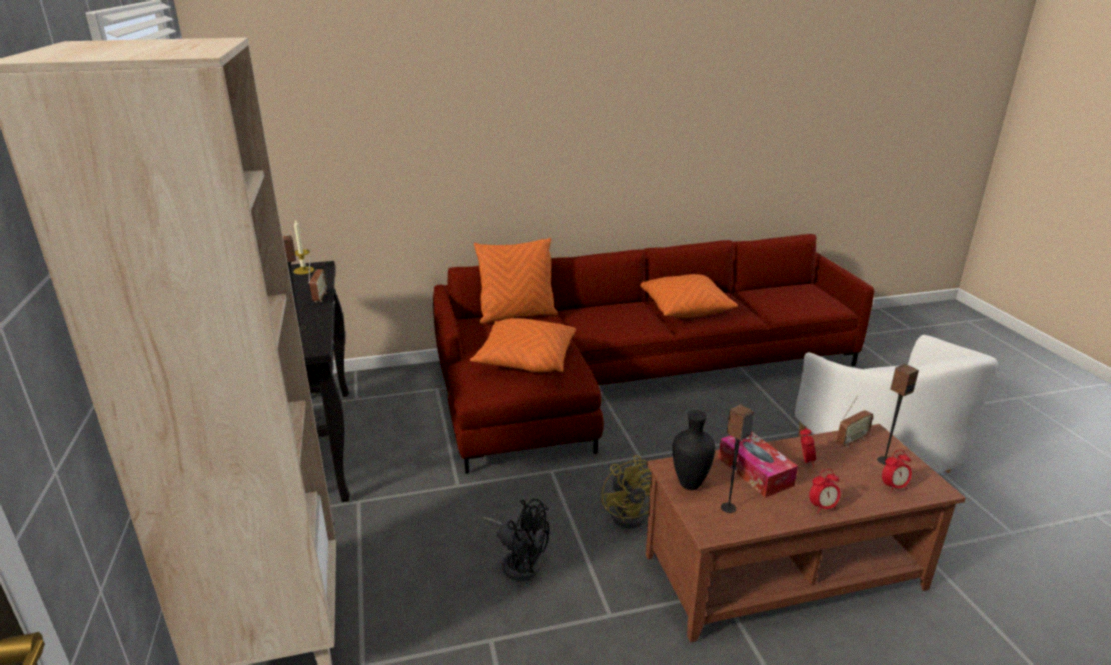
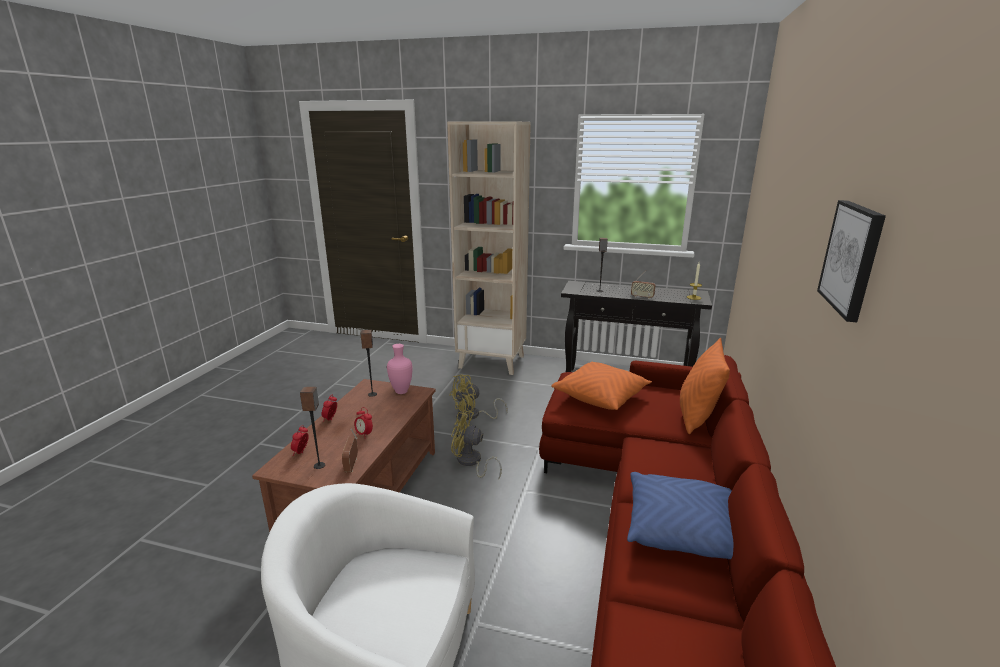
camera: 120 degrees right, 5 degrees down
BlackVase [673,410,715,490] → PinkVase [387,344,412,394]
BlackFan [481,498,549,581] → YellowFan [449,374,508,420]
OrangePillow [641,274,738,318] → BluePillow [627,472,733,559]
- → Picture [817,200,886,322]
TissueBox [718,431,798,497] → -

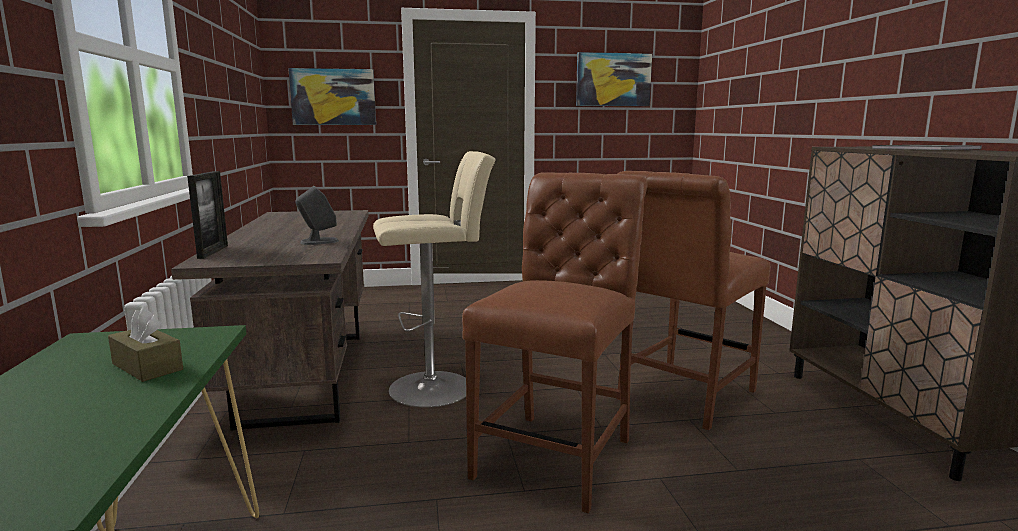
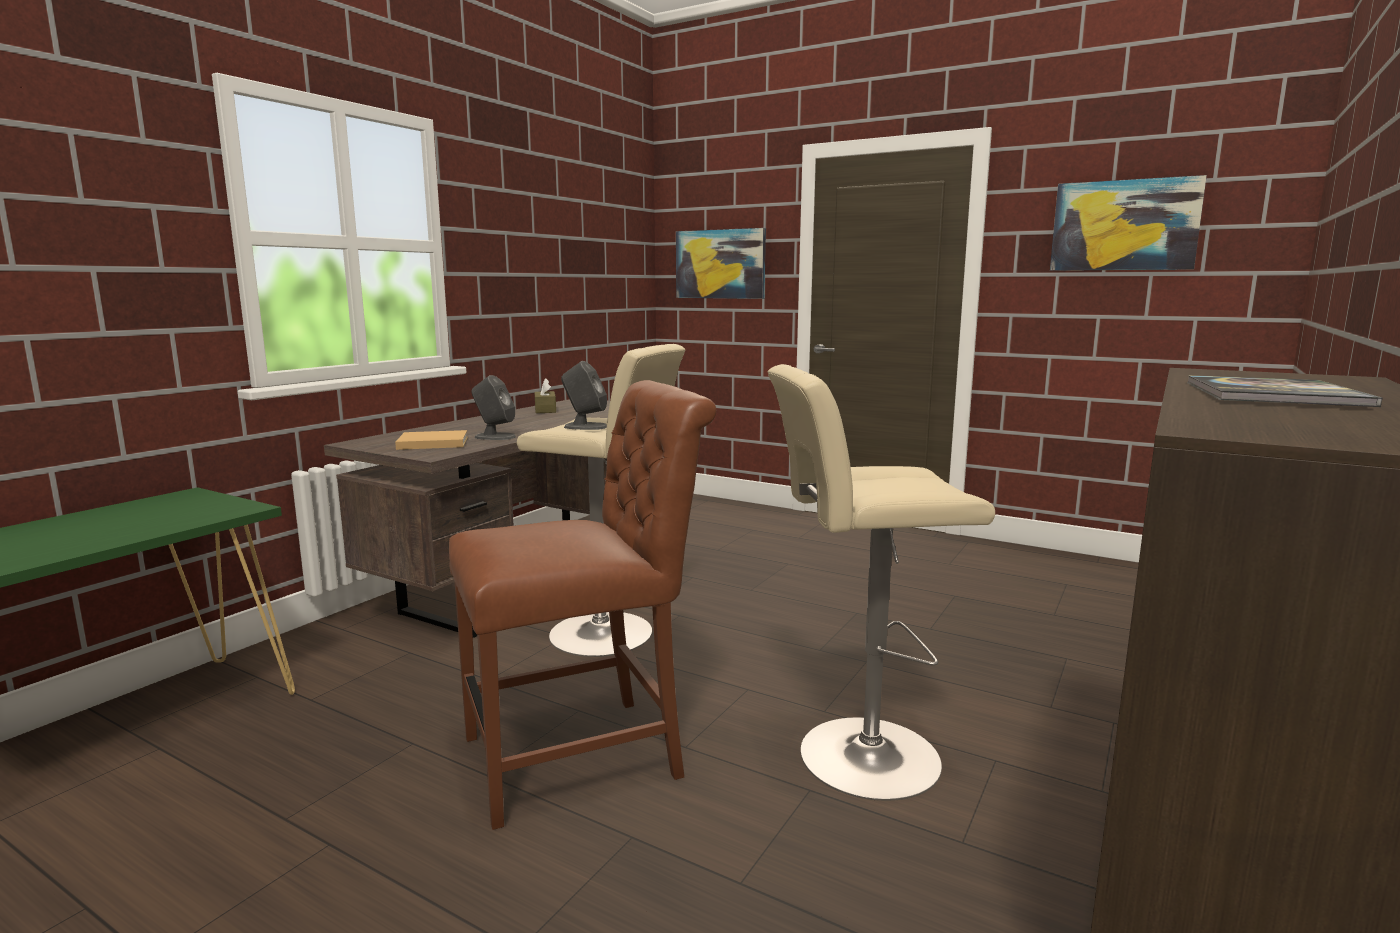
camera: 40 degrees right, 0 degrees up
- → BeigeBook [395,430,468,450]
BrownTissueBox [108,307,183,382] → BrownTissueBox [534,378,556,413], moved
- → GreySpeaker [561,361,607,430]
BrownChair [618,171,770,430] → BeigeStool [768,364,995,801]
PictureFrame [187,171,228,259] → -

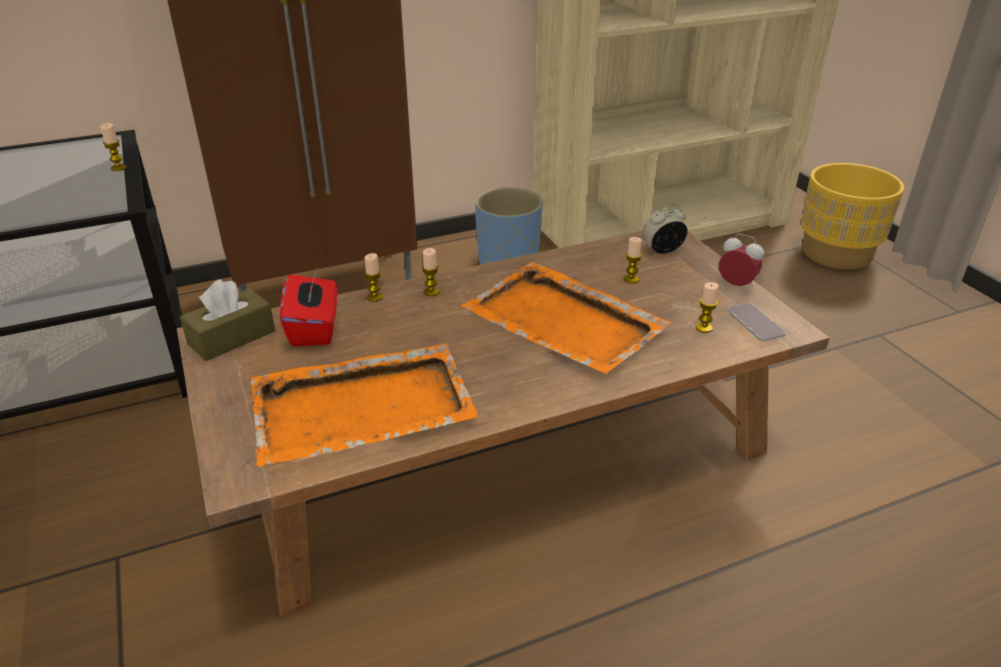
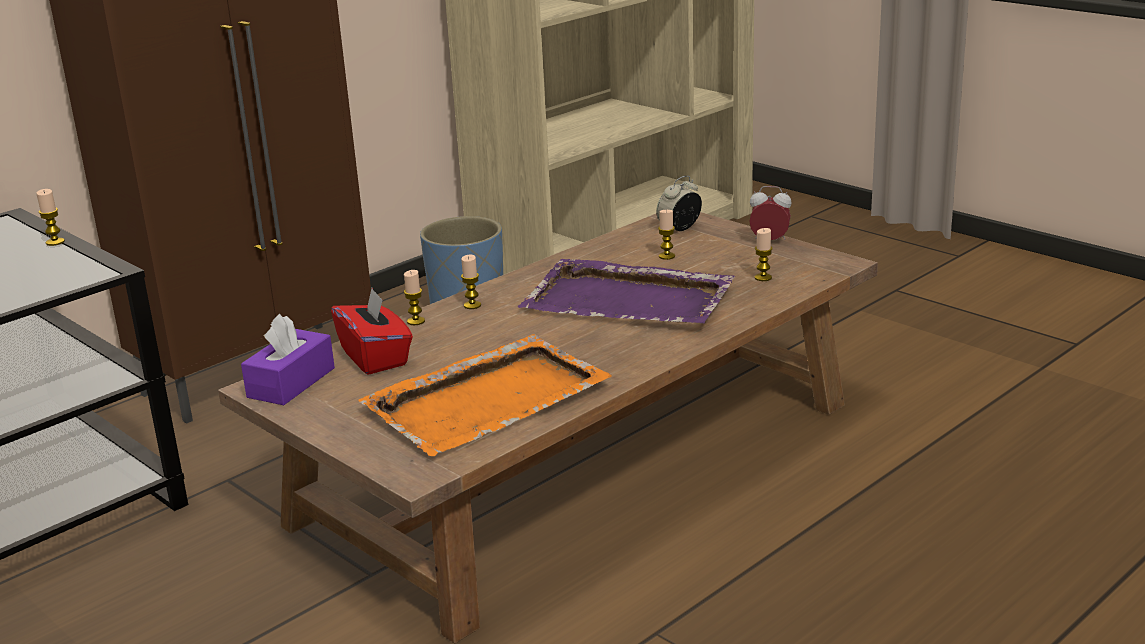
camera: 20 degrees left, 10 degrees down
BrownTissueBox [180,279,275,361] → PurpleTissueBox [241,314,335,405]
OrangeTray [462,262,672,374] → PurpleTray [518,259,735,323]
Phone [728,303,786,341] → -
YellowPlanter [801,163,904,270] → -

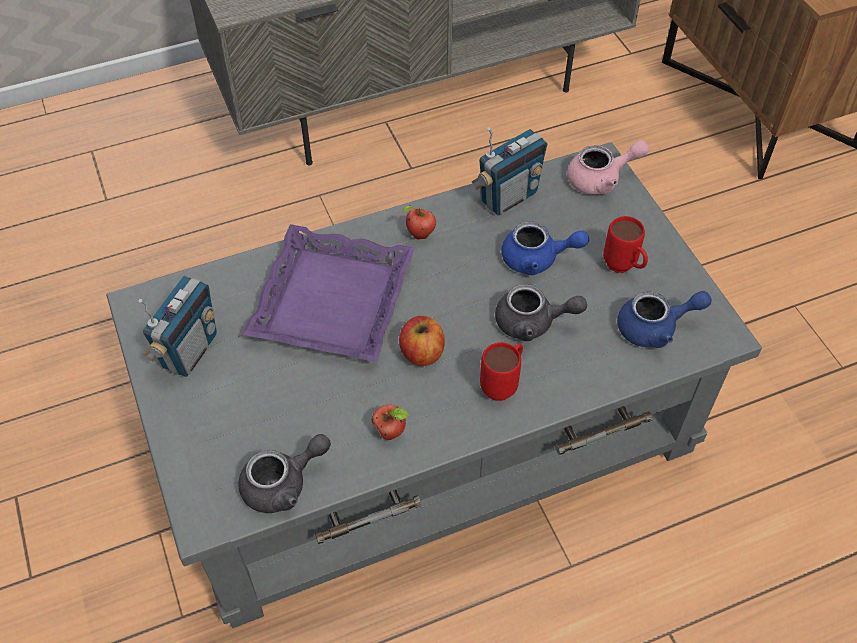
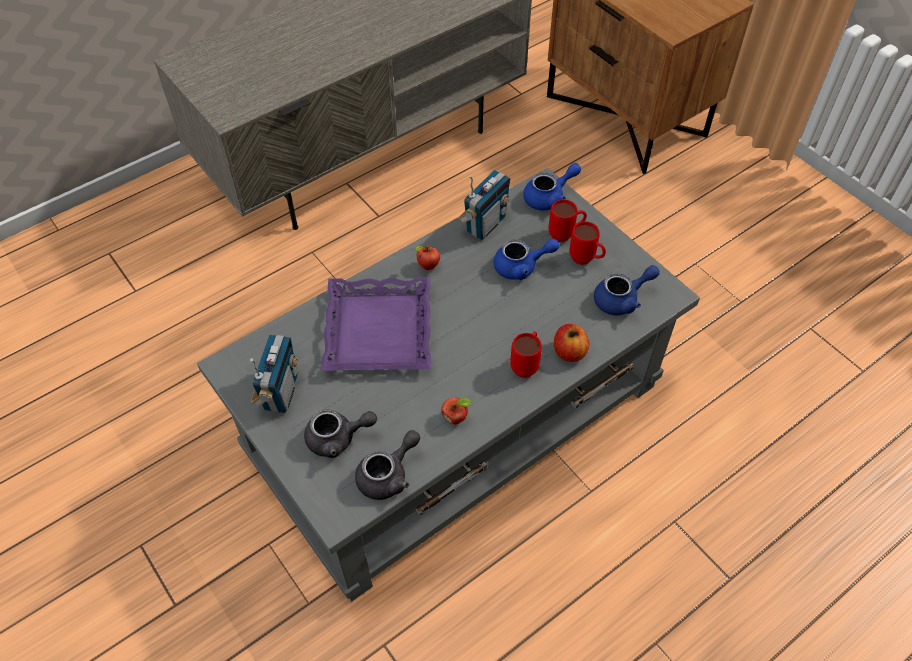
camera: 15 degrees left, 0 degrees up
GreyTeapot [495,284,587,341] → GreyTeapot [304,410,377,458], moved
PinkTeapot [567,140,649,195] → BlueTeapot [523,163,581,211]
- → RedMug [548,199,587,242]
Apple [399,316,445,366] → Apple [554,324,589,362], moved

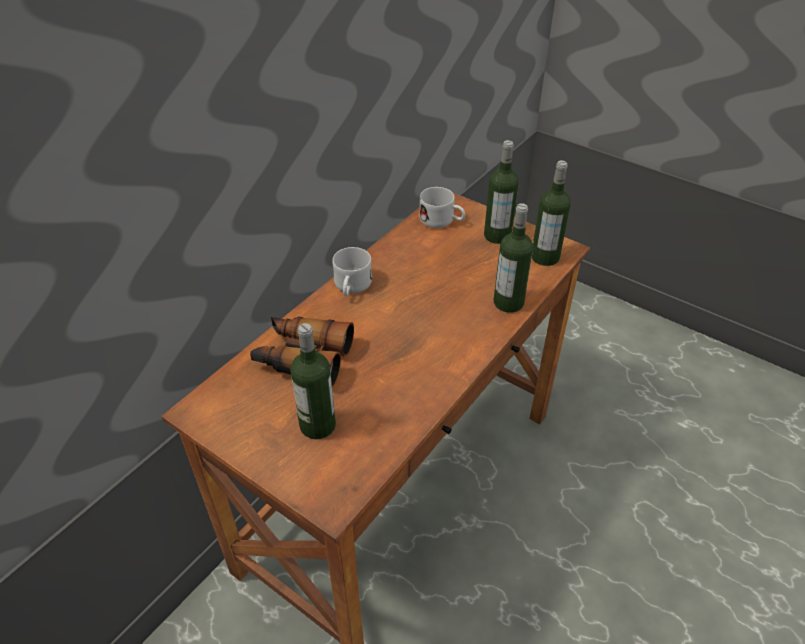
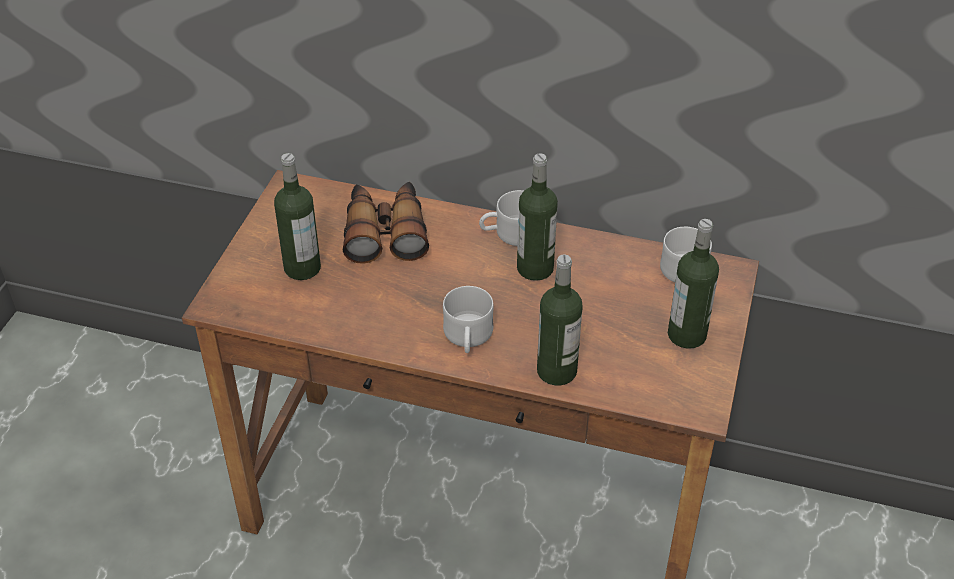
camera: 70 degrees right, 0 degrees up
- → WhiteMug [443,286,494,353]
Bottle [532,160,571,266] → Bottle [517,153,558,281], moved

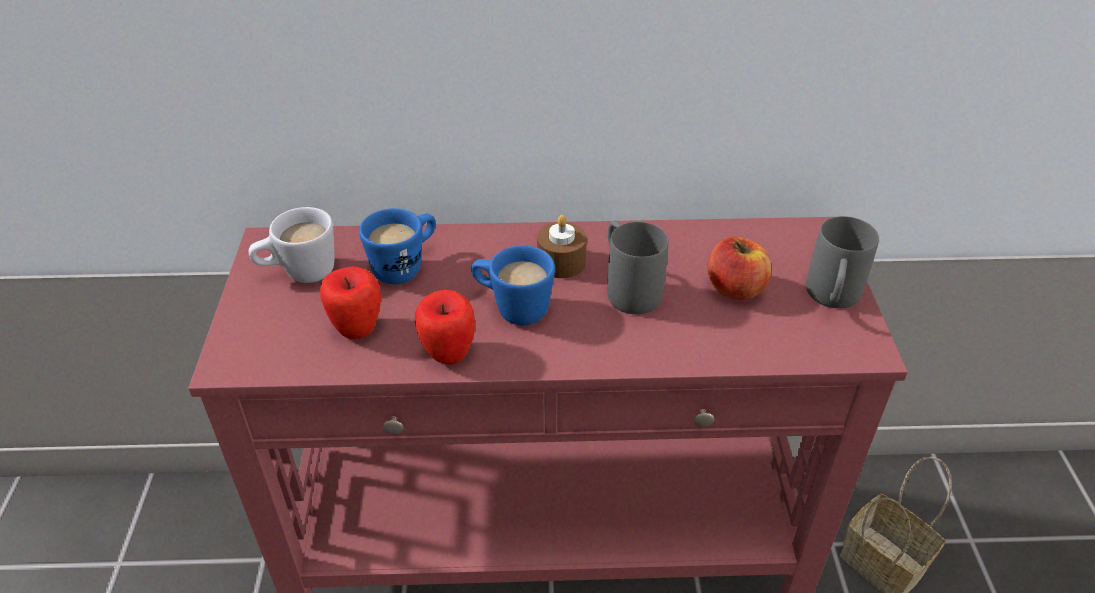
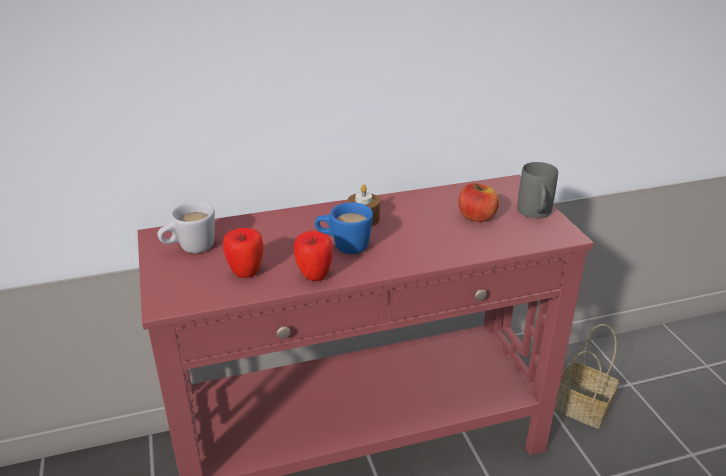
camera: 15 degrees left, 10 degrees down
BlueMug [359,208,436,284] → -
GreyMug [607,221,668,314] → -

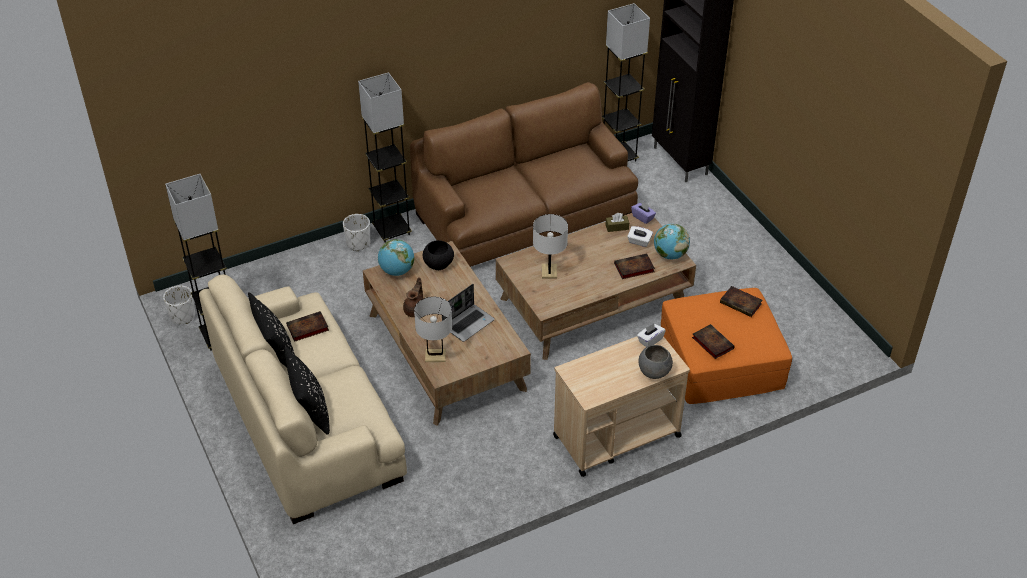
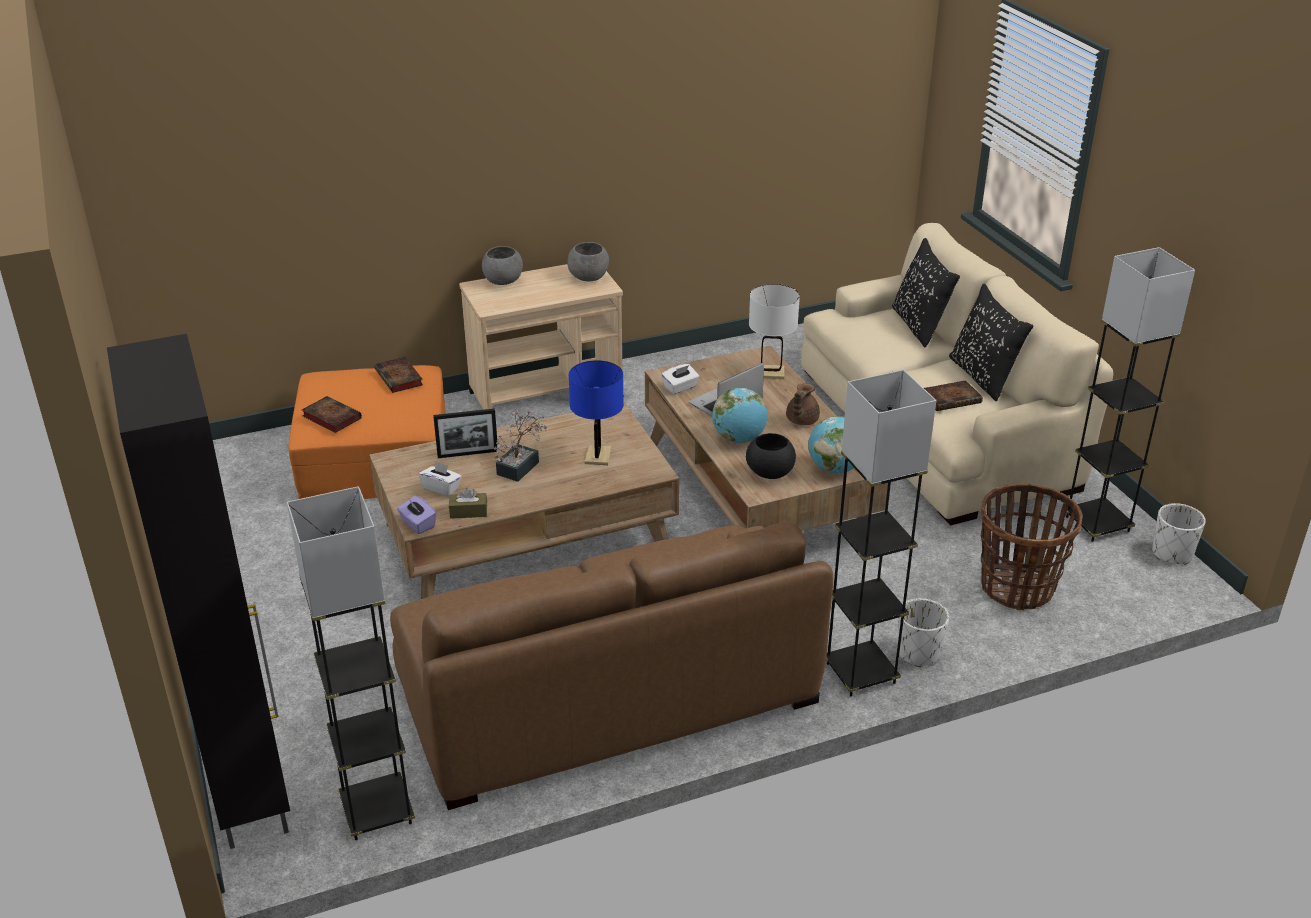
camera: 175 degrees left, 10 degrees down
Book [614,253,655,279] → PictureFrame [433,408,498,458]
- → PottedPlant [494,409,548,482]
- → GreyBowl [567,242,609,281]
WhiteTableLamp [533,214,568,278] → BlueTableLamp [569,360,624,465]
WhiteTissueBox [637,323,666,347] → WhiteTissueBox [662,364,699,394], moved
Globe [654,224,690,259] → Globe [712,388,767,443], moved
- → Basket [980,484,1083,611]

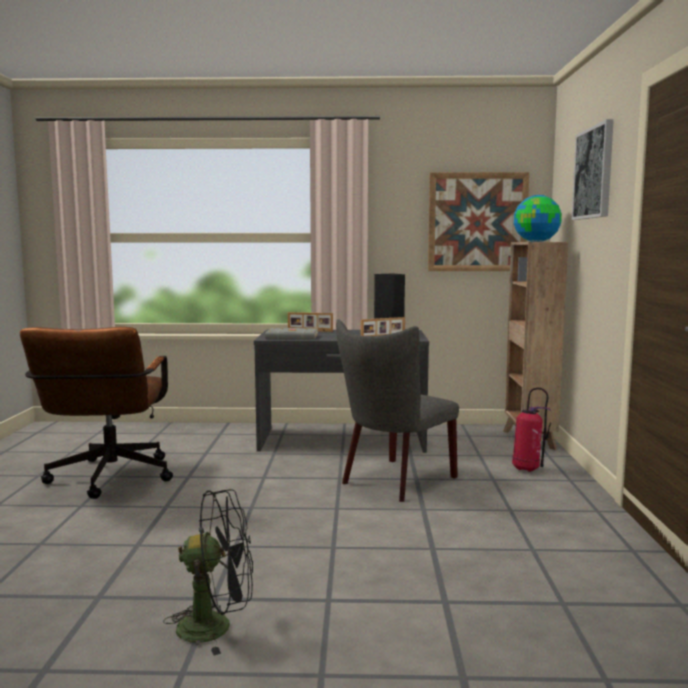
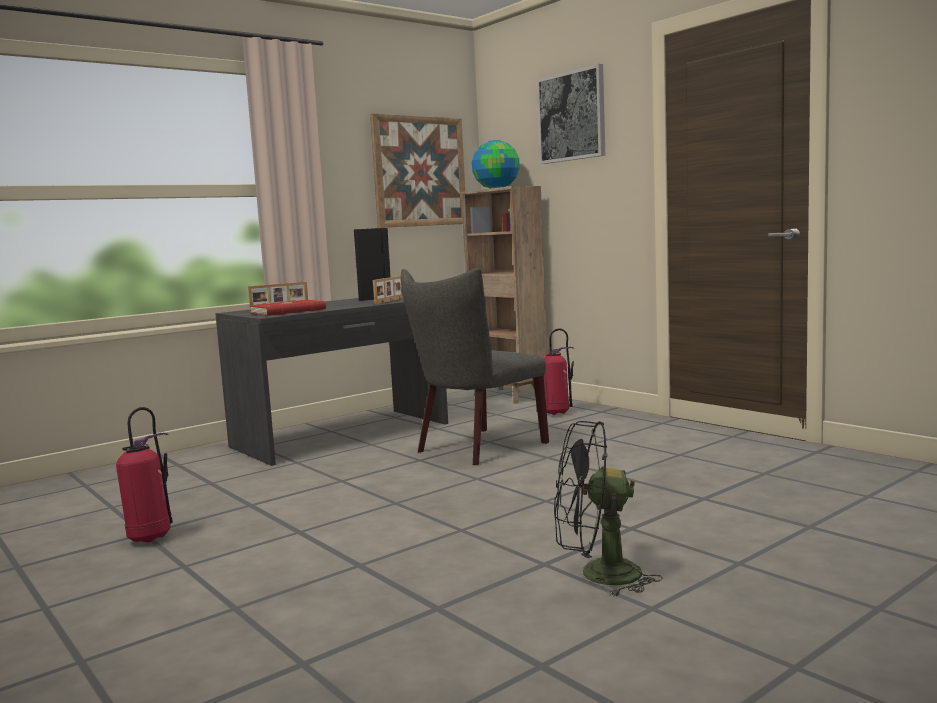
camera: 40 degrees left, 0 degrees up
BrownOfficeChair [20,327,173,499] → FireExtinguisher [116,407,173,543]
GreyBook [265,328,318,339] → RedBook [250,299,326,316]
GreyChair [336,319,459,502] → GreyChair [401,268,549,465], 45 degrees clockwise
BlackFan [163,489,253,655] → BlackFan [554,421,663,597], 135 degrees counterclockwise

